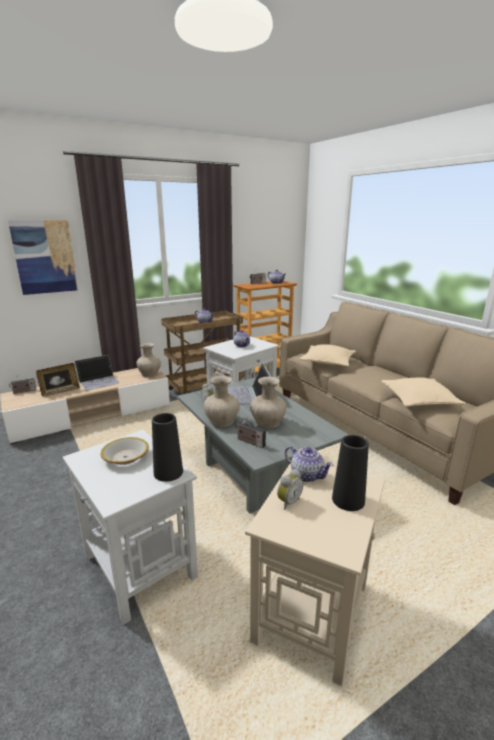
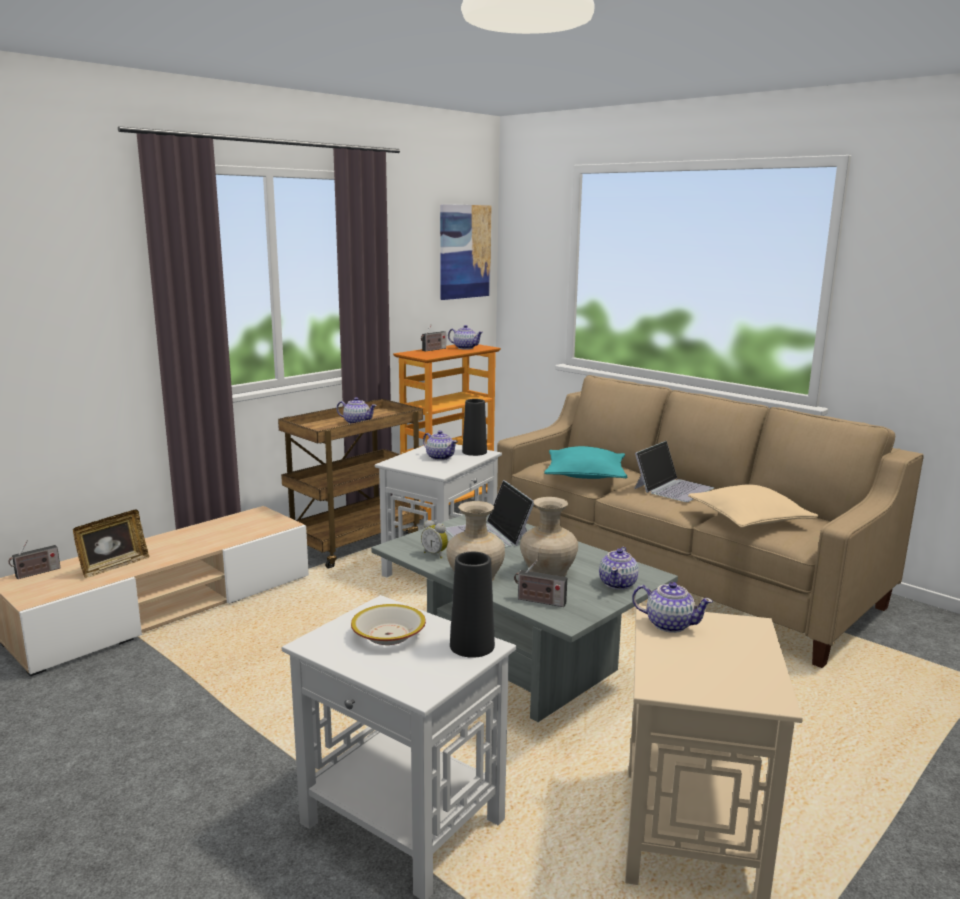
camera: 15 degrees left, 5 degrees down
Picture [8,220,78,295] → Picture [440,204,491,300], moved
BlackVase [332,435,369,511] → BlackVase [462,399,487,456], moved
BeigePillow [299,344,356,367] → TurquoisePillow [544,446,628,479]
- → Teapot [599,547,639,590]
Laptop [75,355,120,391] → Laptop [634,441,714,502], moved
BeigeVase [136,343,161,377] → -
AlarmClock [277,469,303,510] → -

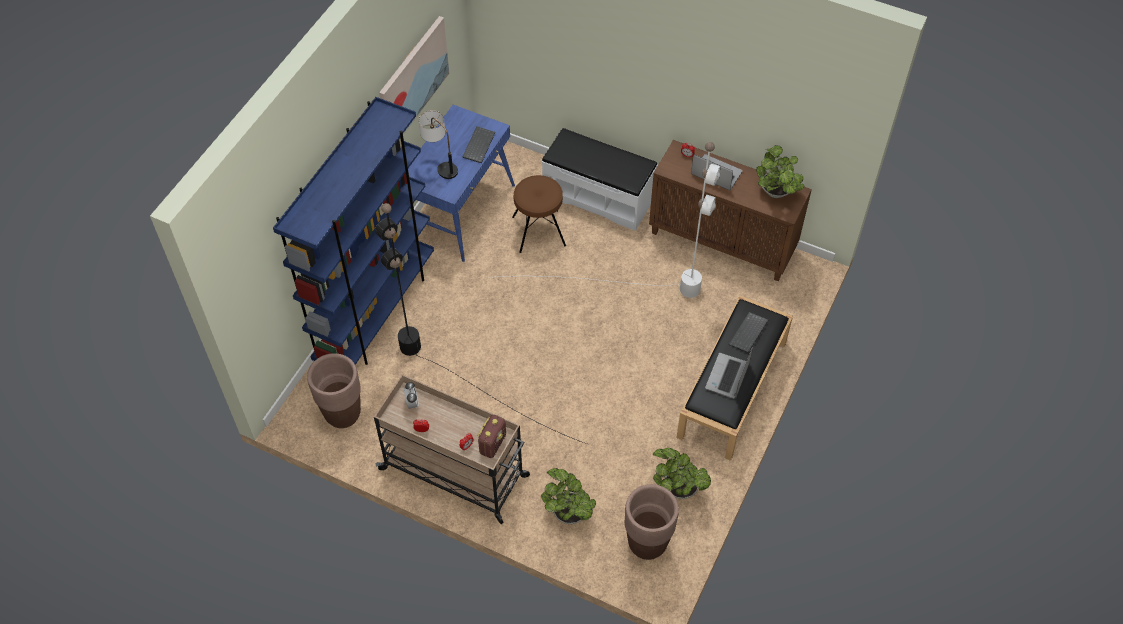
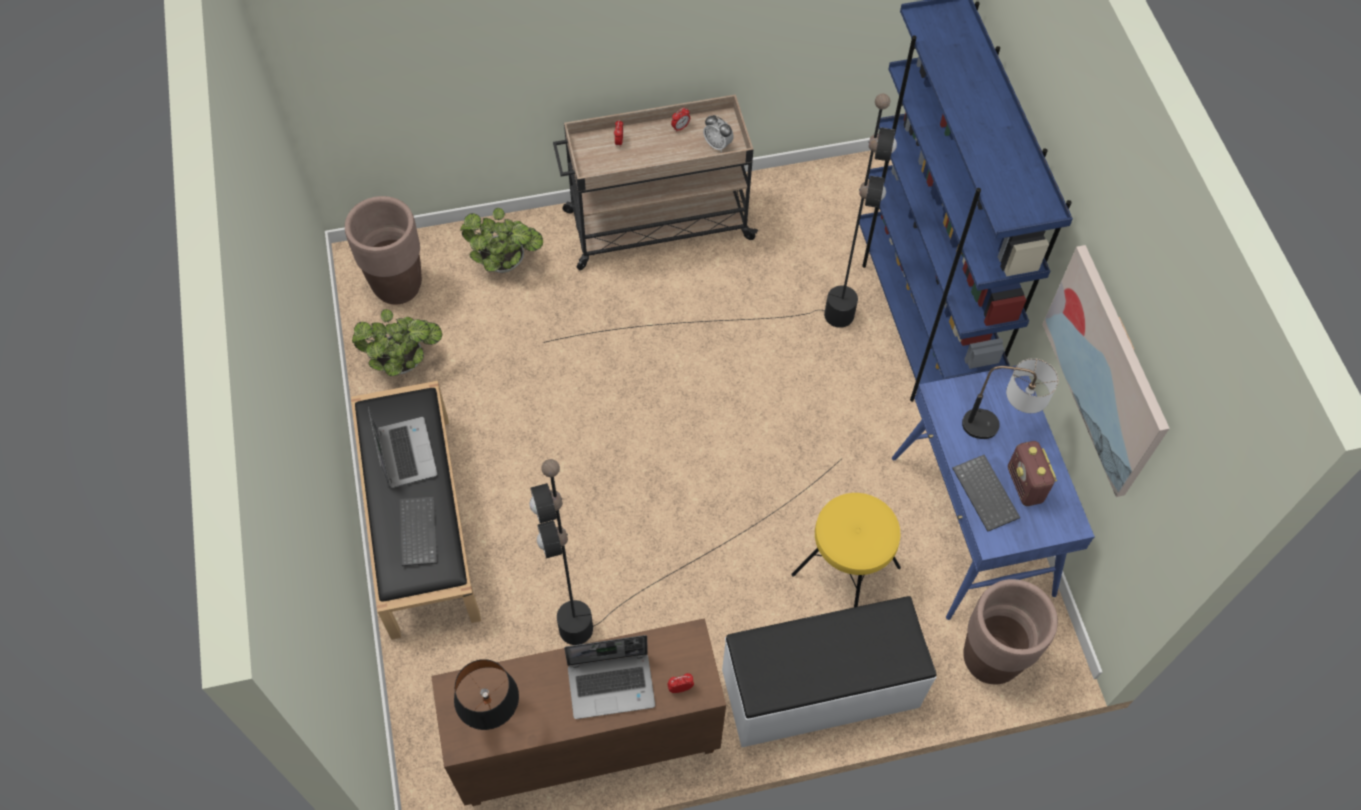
camera: 140 degrees right, 5 degrees up
PottedPlant [756,145,804,198] → BlackTableLamp [454,659,519,730]
WhiteFloorLamp [489,142,721,298] → BlackFloorLamp [530,459,841,645]
BrownStool [512,175,566,253] → YellowStool [791,493,901,607]
BrownPlanter [307,353,361,428] → BrownPlanter [963,579,1058,684], moved
Radio [478,415,506,458] → Radio [1008,441,1057,506], moved

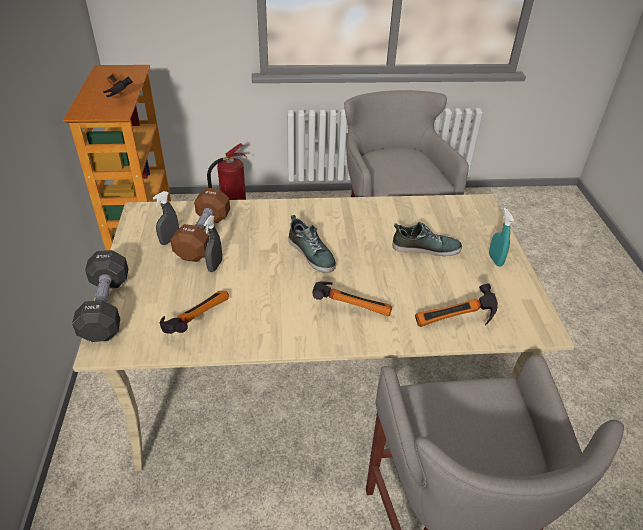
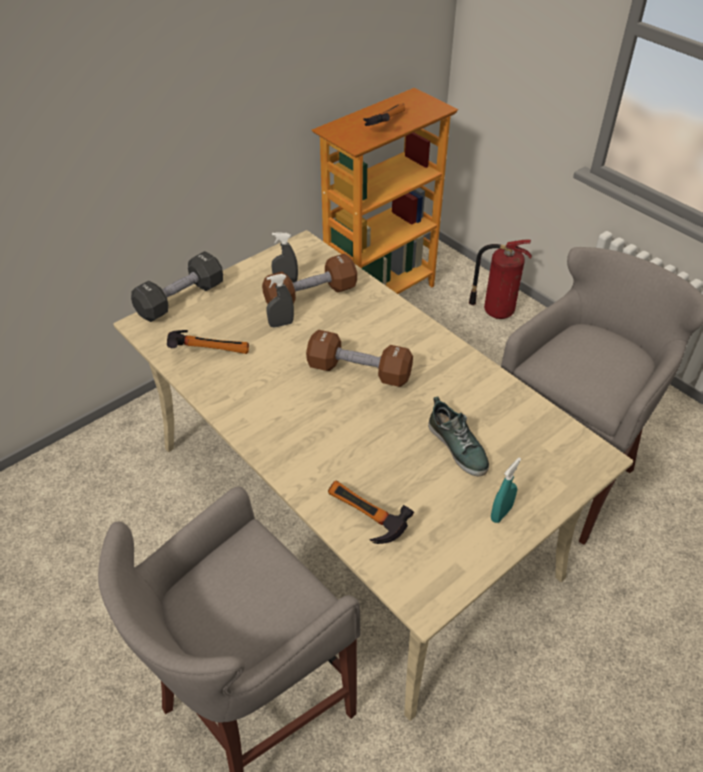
camera: 55 degrees right, 5 degrees up
Shoe [289,215,336,273] → BrownDumbbell [306,330,413,387]
Hammer [312,281,392,316] → -

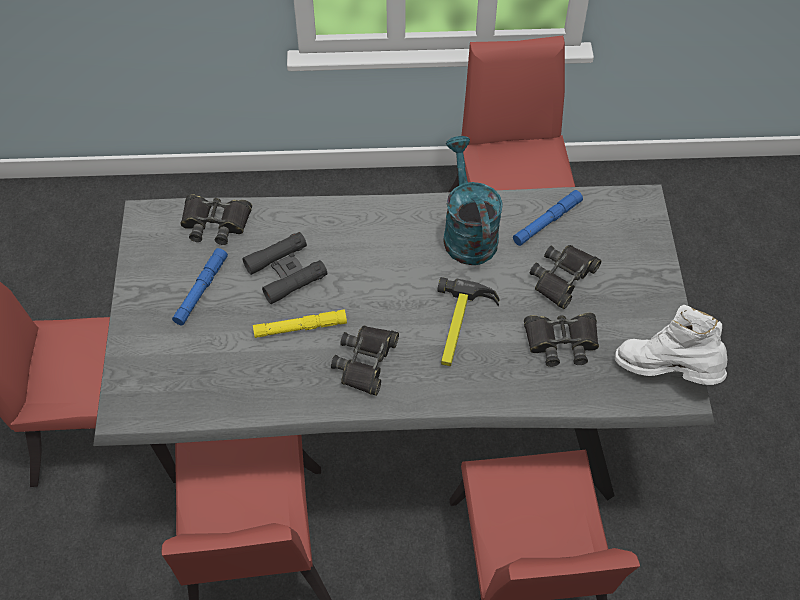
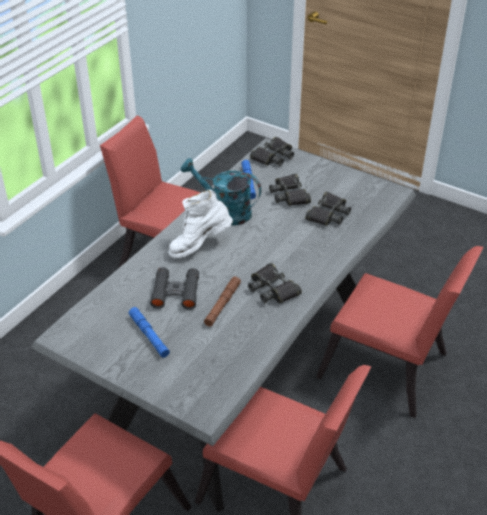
camera: 55 degrees left, 15 degrees down
WhiteBoot [615,305,728,385] → WhiteBoot [168,189,233,258], moved
YellowFlashlight [253,309,347,338] → BrownFlashlight [204,276,241,326]
BlackBinoculars [180,194,252,245] → BlackBinoculars [250,137,294,166], moved
Hammer [438,277,500,366] → -

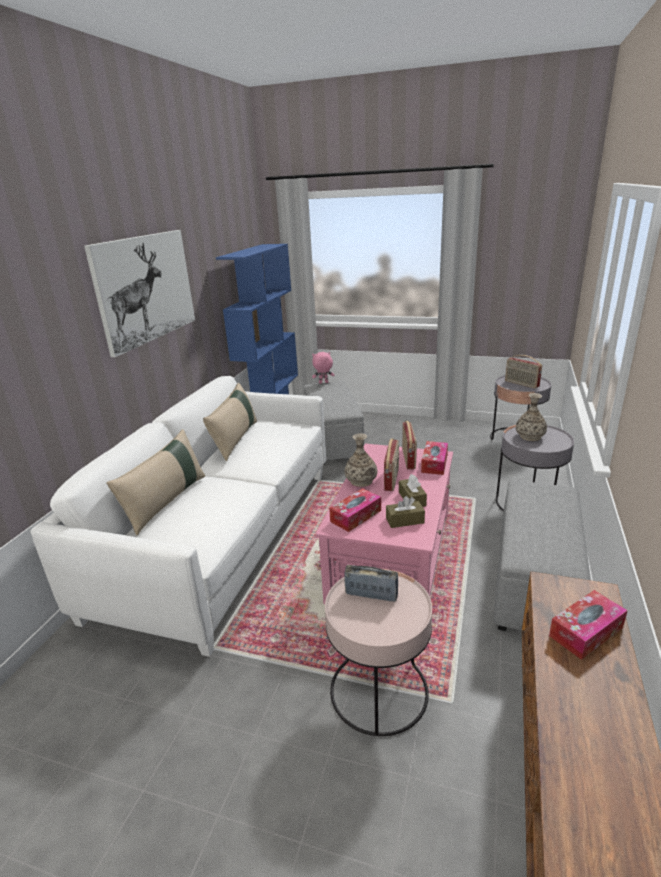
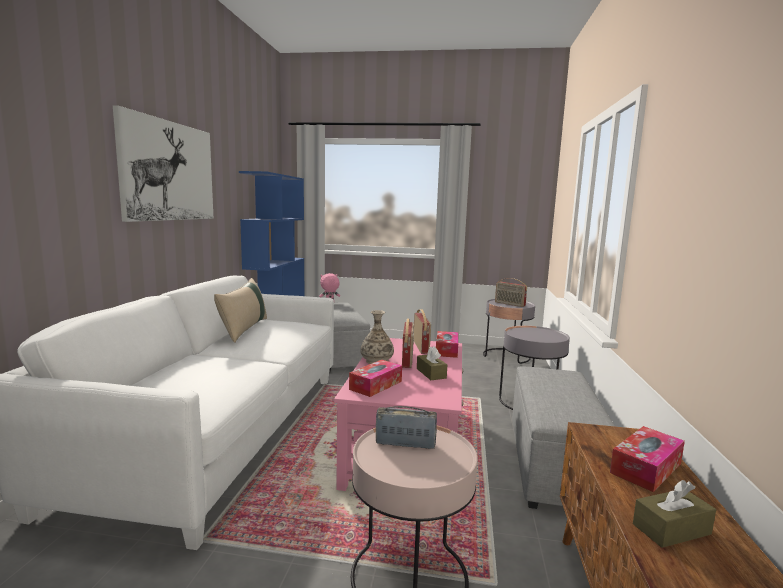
camera: 10 degrees left, 15 degrees down
BrownTissueBox [386,496,425,528] → BrownTissueBox [633,480,716,548], moved
BeigePillow [106,429,205,535] → -
Vase [516,393,547,441] → -

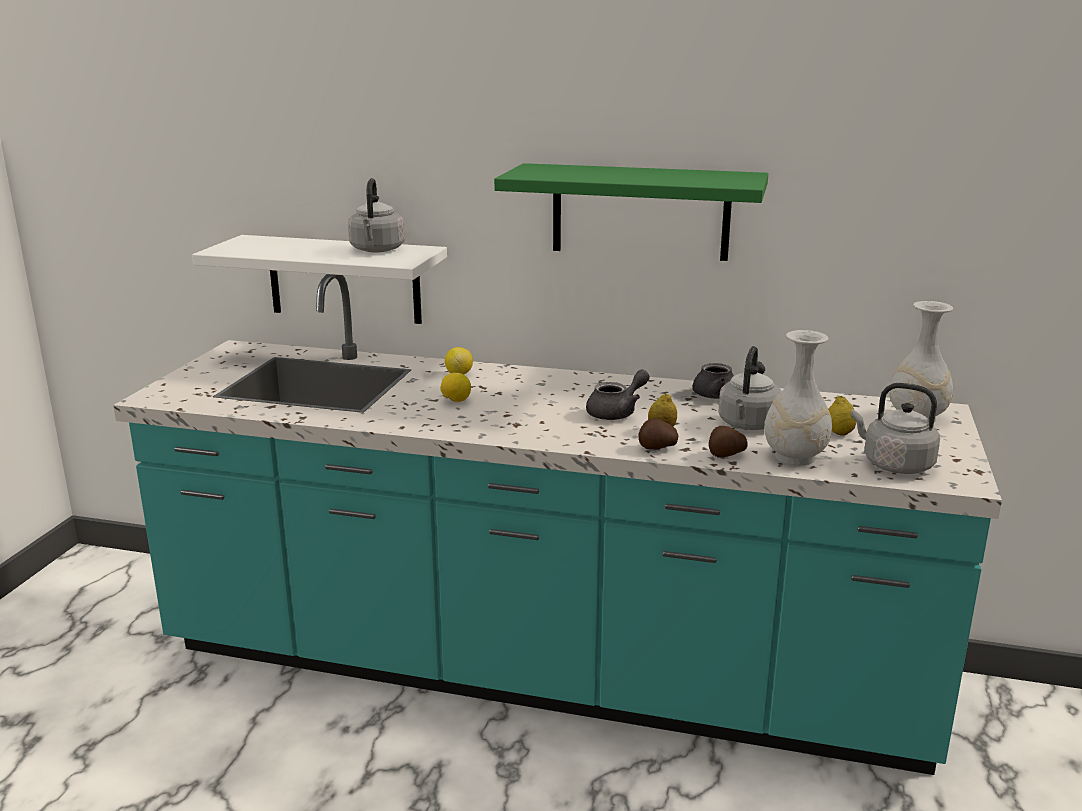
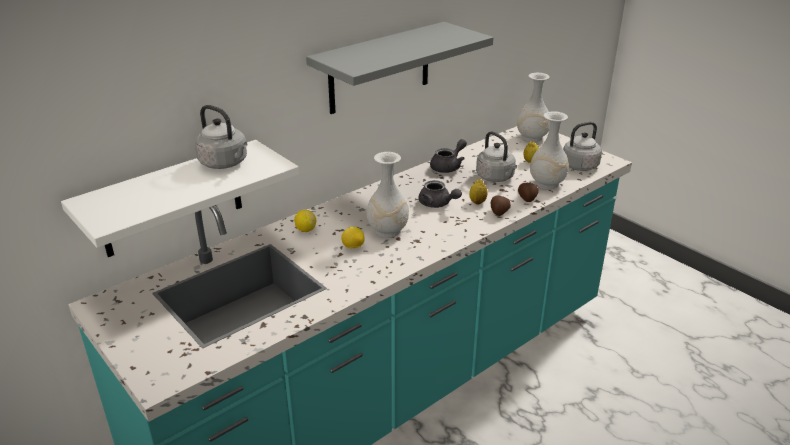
camera: 55 degrees left, 10 degrees up
GreenShelf [494,163,768,261] → GreyShelf [306,22,493,114]
- → WhiteVase [367,152,409,238]
GreyTeapot [586,370,650,420] → GreyTeapot [419,180,462,208], 135 degrees clockwise

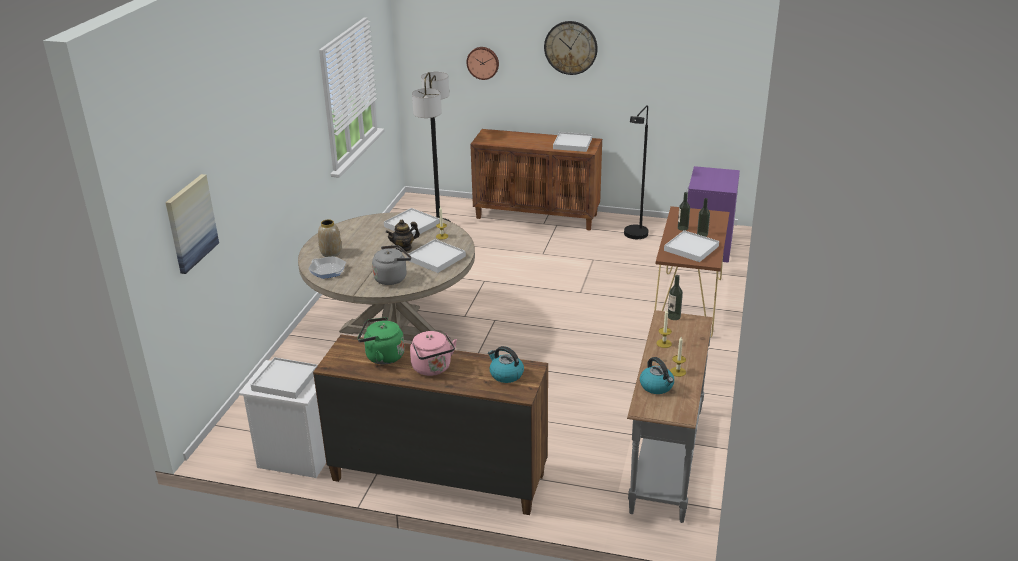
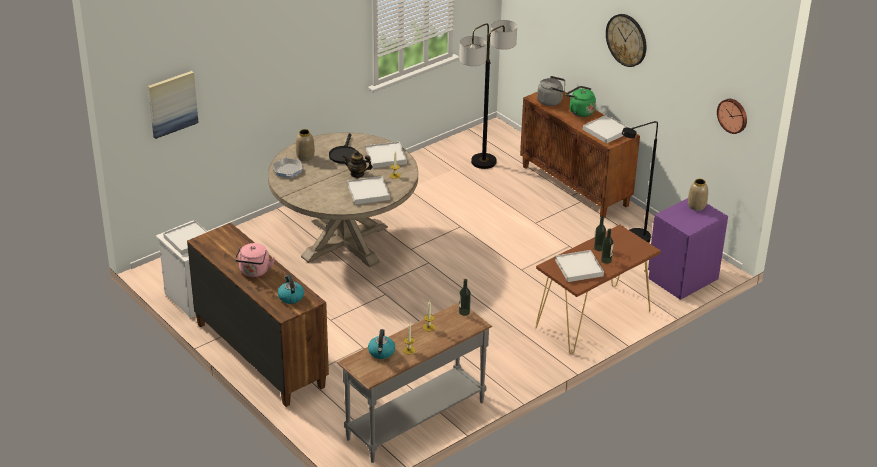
camera: 35 degrees right, 5 degrees up
- → BlackFryingPan [329,133,357,164]
GreyKettle [372,245,411,285] → GreyKettle [537,76,565,106], moved
GreenKettle [357,317,405,365] → GreenKettle [566,86,596,117], moved
- → Vase [688,179,708,211]
WallClock [466,47,499,80] → WallClock [717,99,747,134], moved

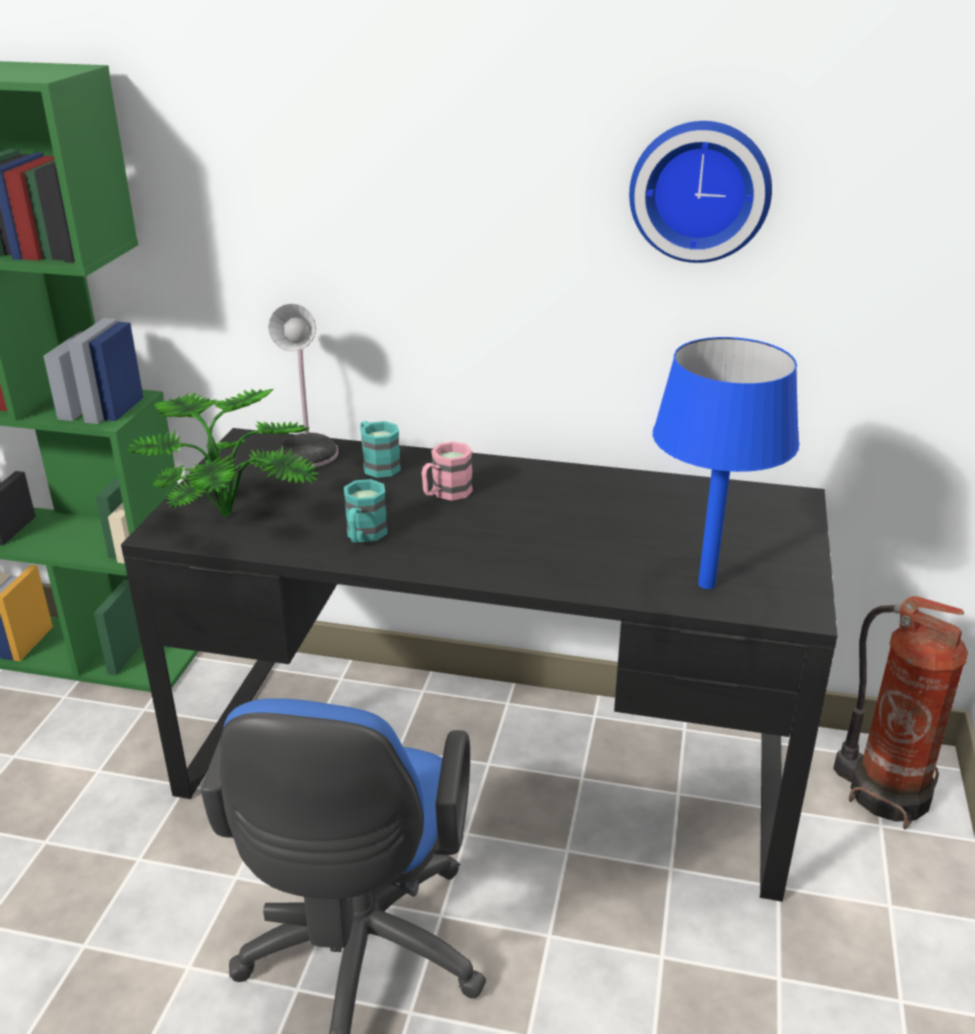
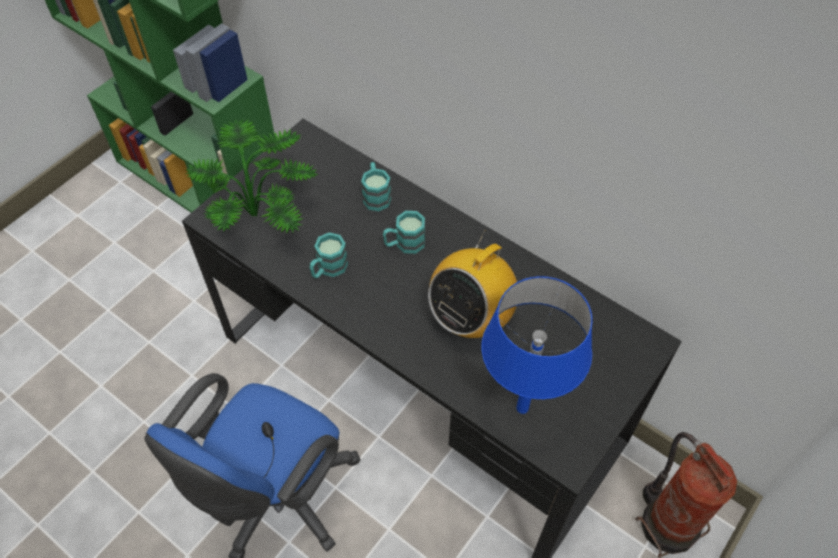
camera: 25 degrees right, 25 degrees up
PinkMug [422,441,473,501] → TurquoiseMug [383,211,425,254]
- → Radio [428,230,517,338]
TableLamp [268,304,338,467] → -
WallClock [629,121,772,263] → -

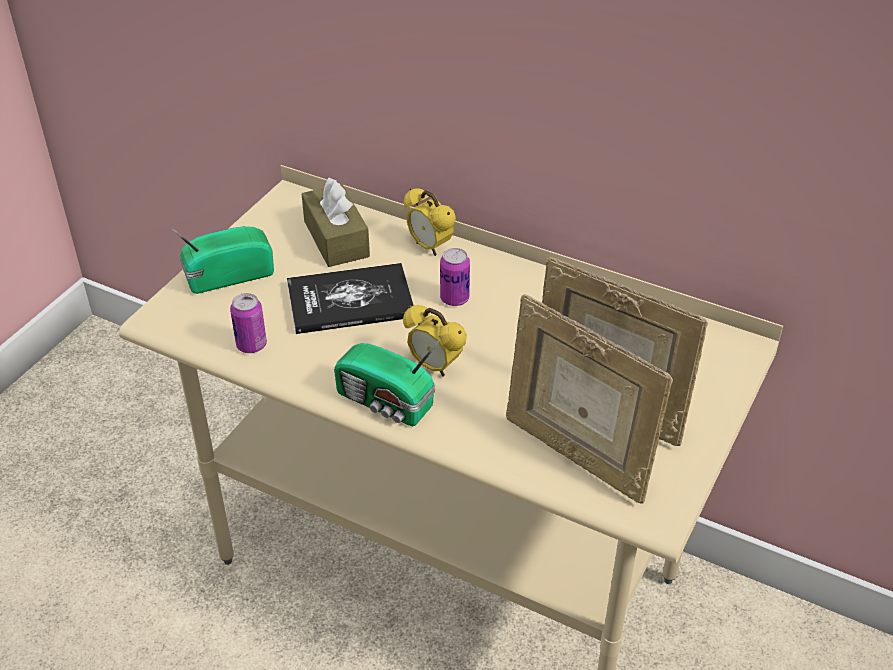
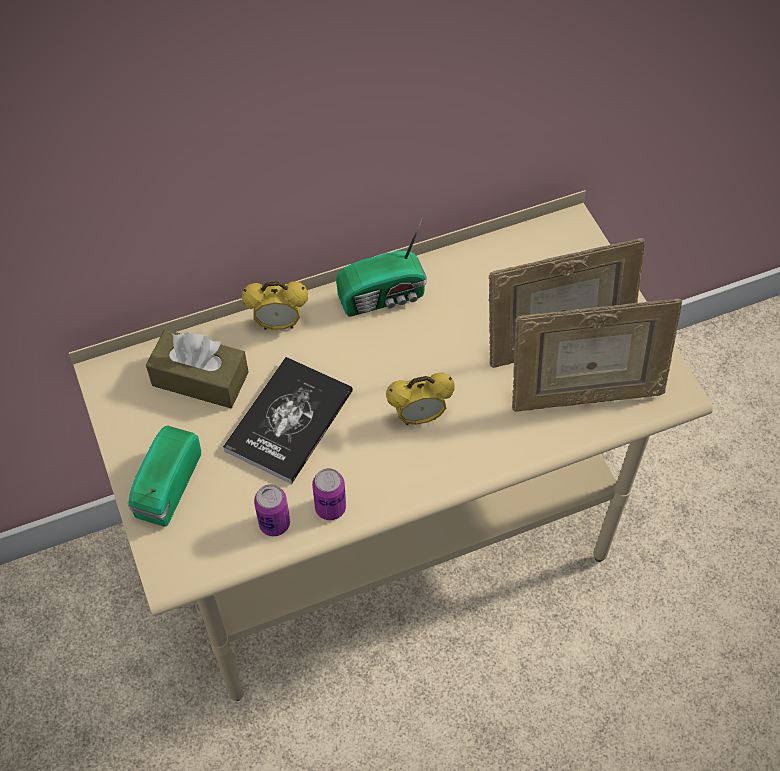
camera: 50 degrees left, 15 degrees up
Can [440,248,470,306] → Can [312,468,346,520], moved
Radio [334,338,441,426] → Radio [336,218,427,317], moved

